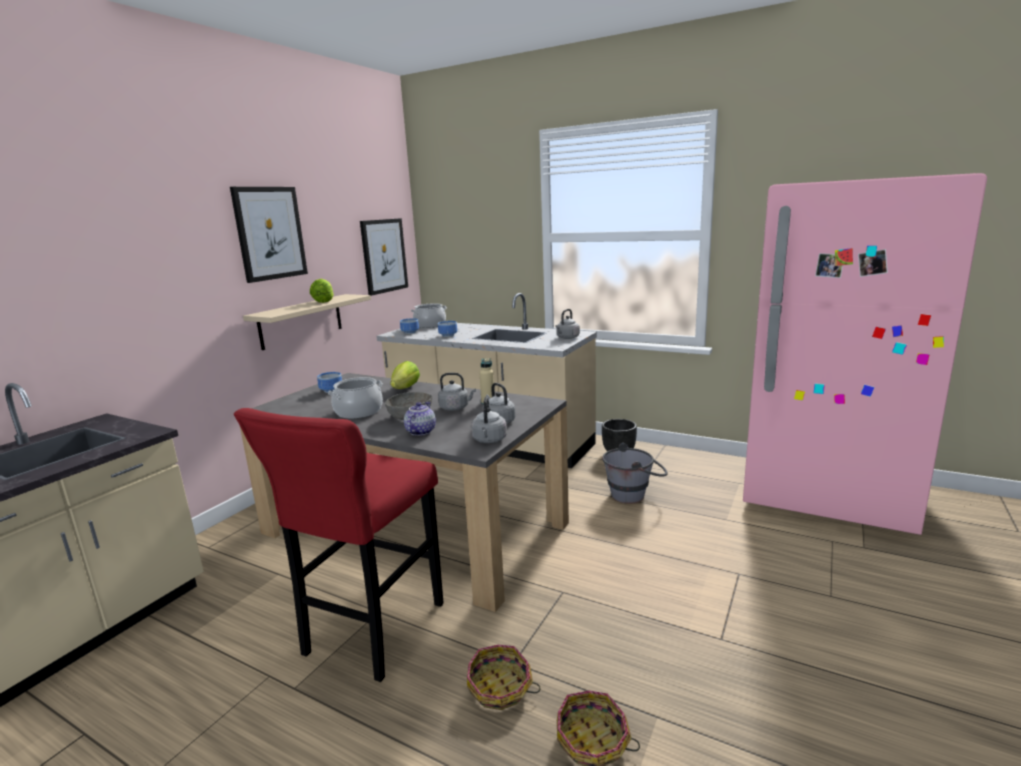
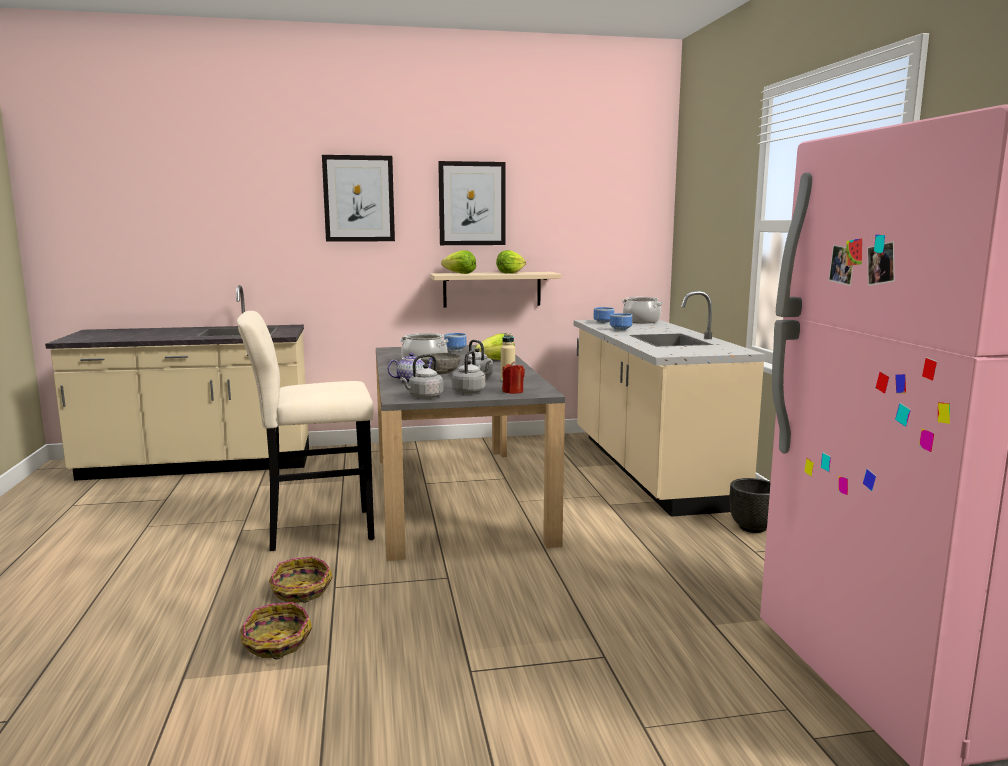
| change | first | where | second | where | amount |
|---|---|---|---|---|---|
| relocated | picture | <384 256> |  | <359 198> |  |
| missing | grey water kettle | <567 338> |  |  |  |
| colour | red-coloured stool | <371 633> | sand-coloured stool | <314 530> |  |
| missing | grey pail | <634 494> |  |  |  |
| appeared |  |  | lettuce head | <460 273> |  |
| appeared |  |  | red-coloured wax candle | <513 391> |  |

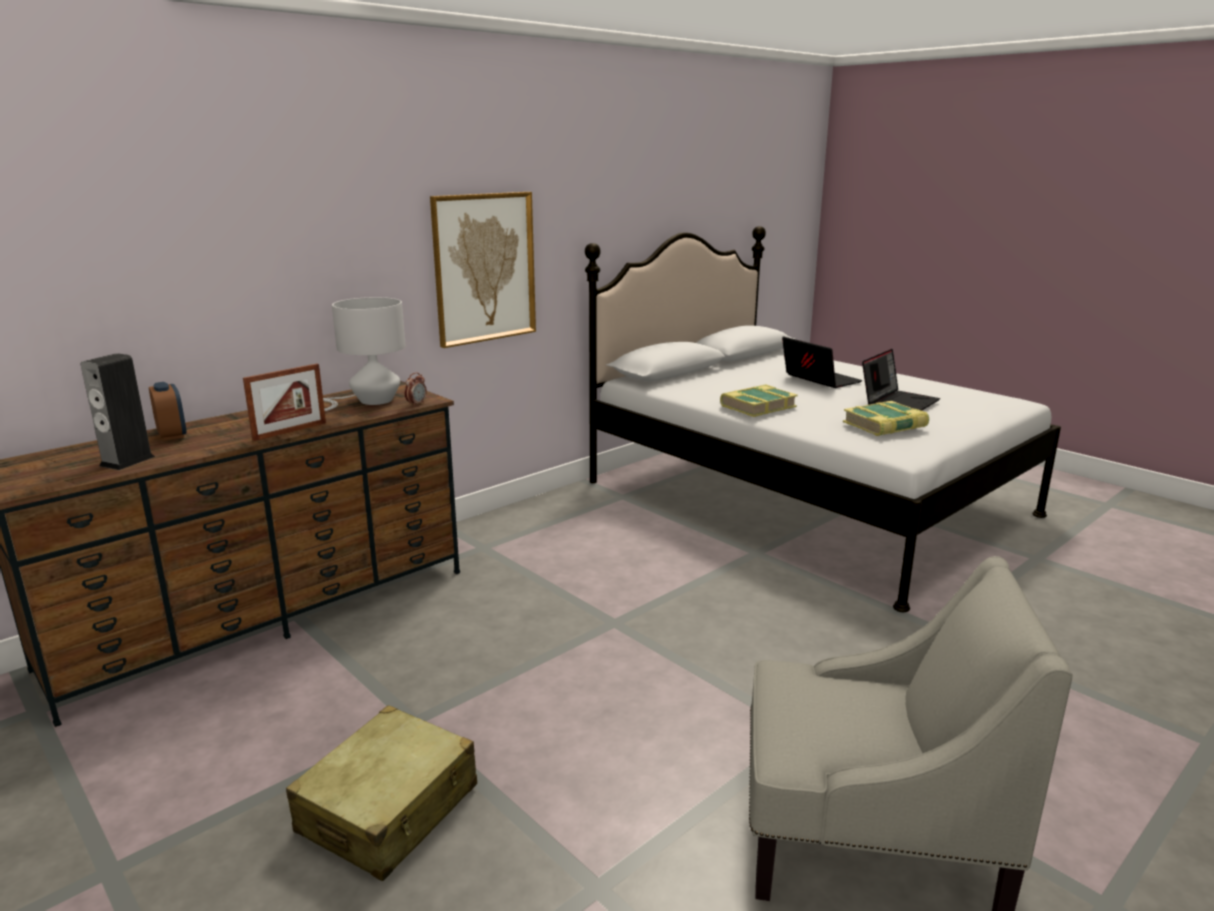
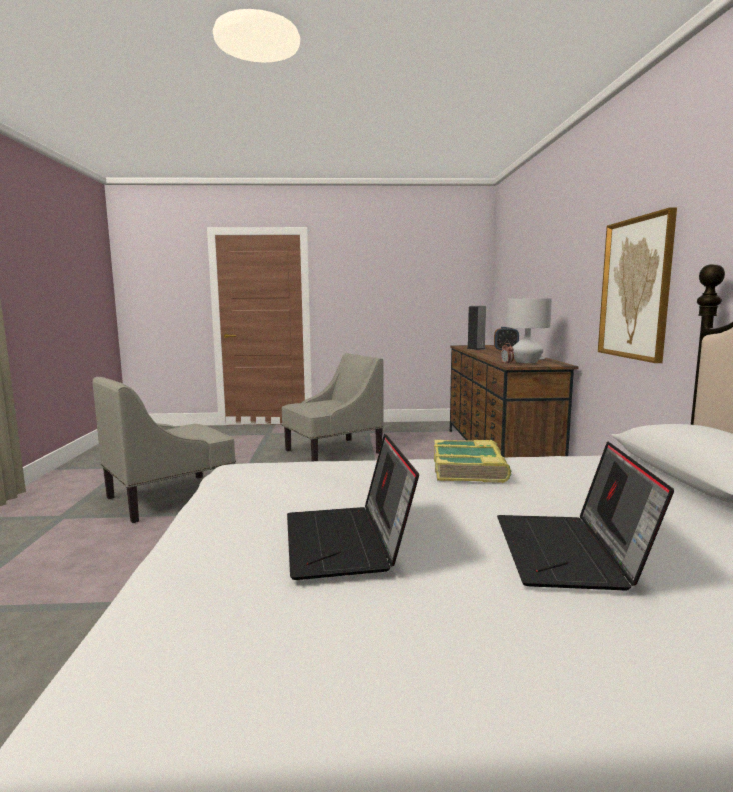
| change | first | where | second | where | amount |
|---|---|---|---|---|---|
| spun | notebook computer | <818 379> |  | <570 553> | 90 degrees clockwise |
| missing | standing frame | <290 431> |  |  |  |
| missing | bound book | <885 425> |  |  |  |
| exchanged | sand-coloured piece of luggage | <389 809> | grey lounge chair | <332 452> |  |

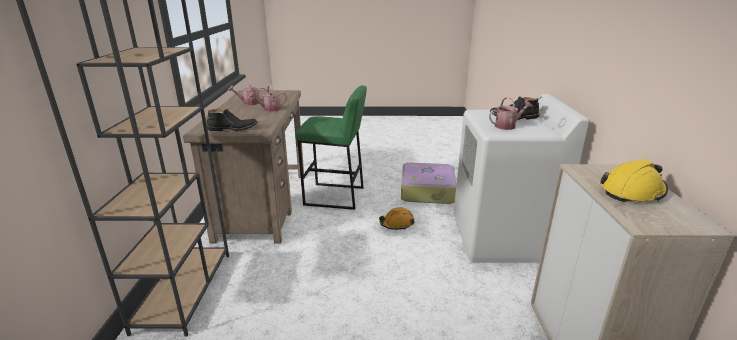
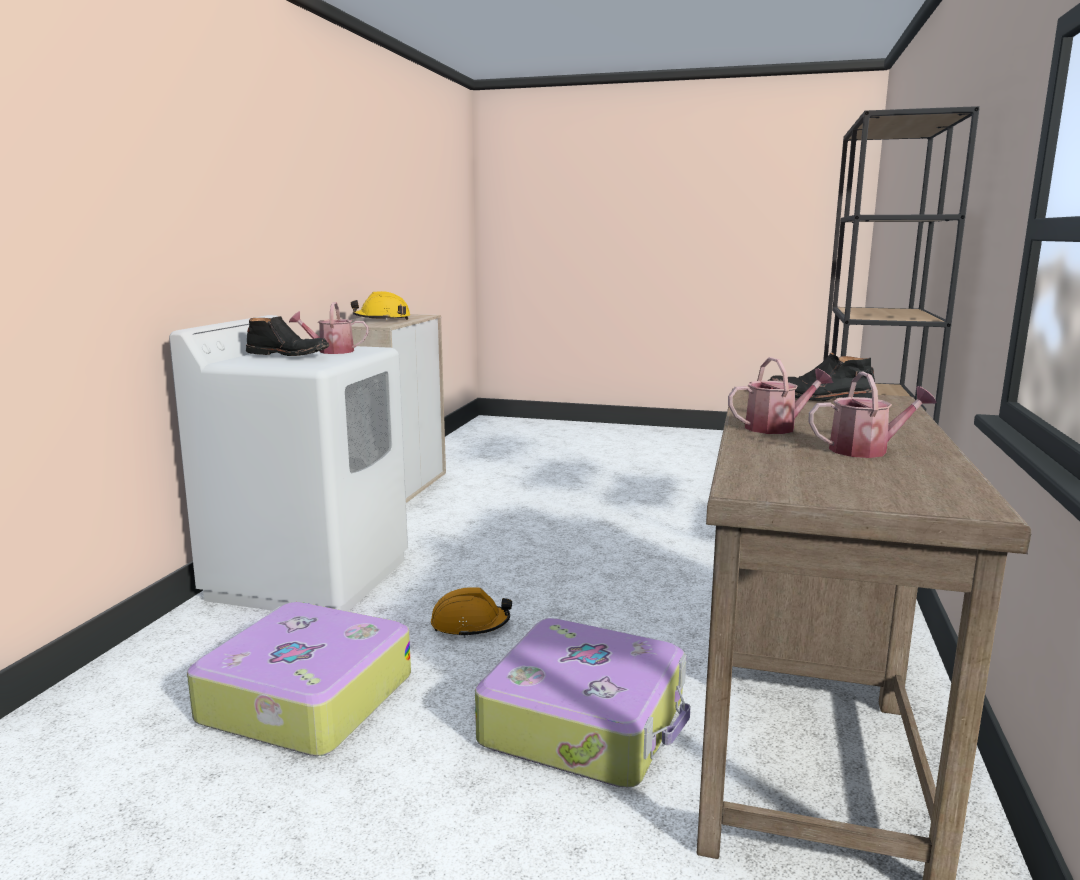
| change | first | where | second | where | amount |
|---|---|---|---|---|---|
| exchanged | greenish stool | <335 196> | piece of luggage | <586 722> |  |

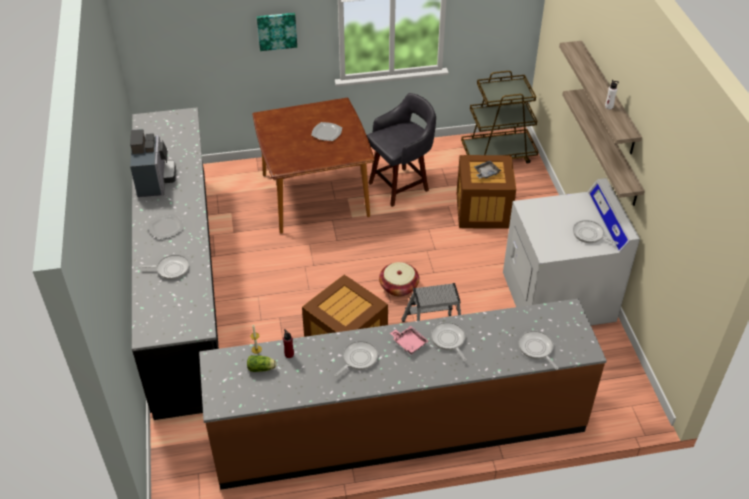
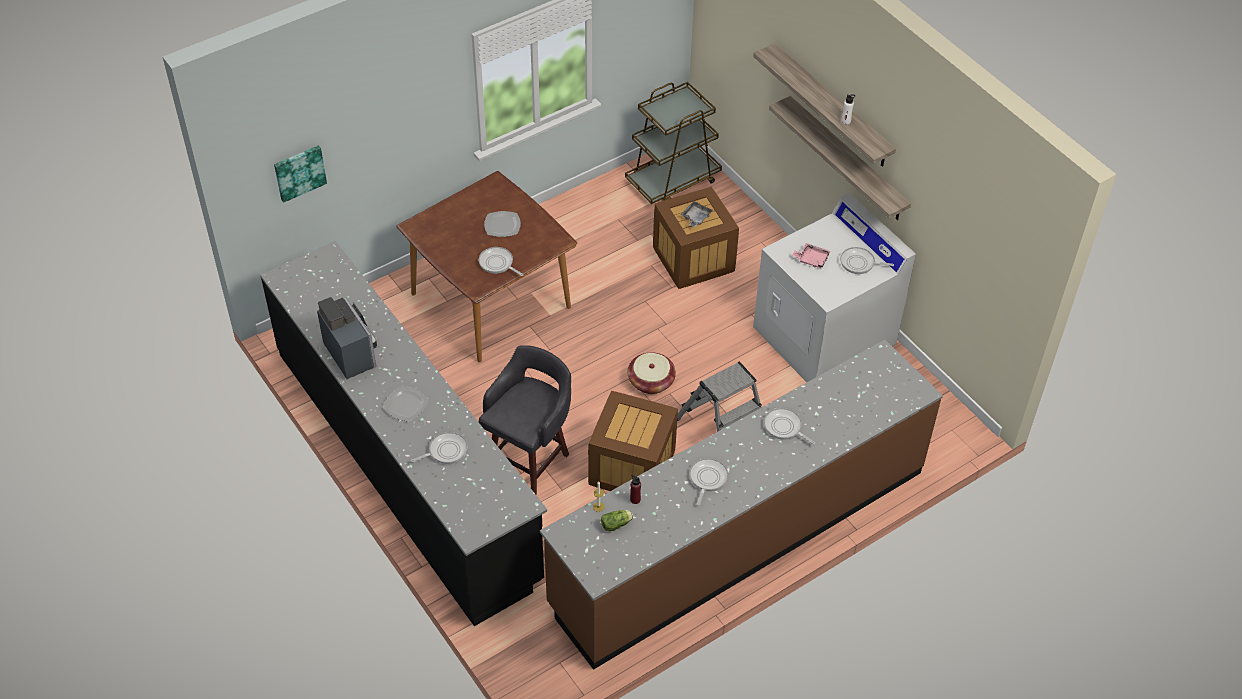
| change | first | where | second | where | amount |
|---|---|---|---|---|---|
| relocated | picture | <277 31> |  | <299 172> |  |
| relocated | grey stool | <401 186> |  | <530 460> |  |
| relocated | pink carrying tray | <409 343> |  | <811 259> |  |
| relocated | frying pan | <536 349> |  | <497 263> |  |

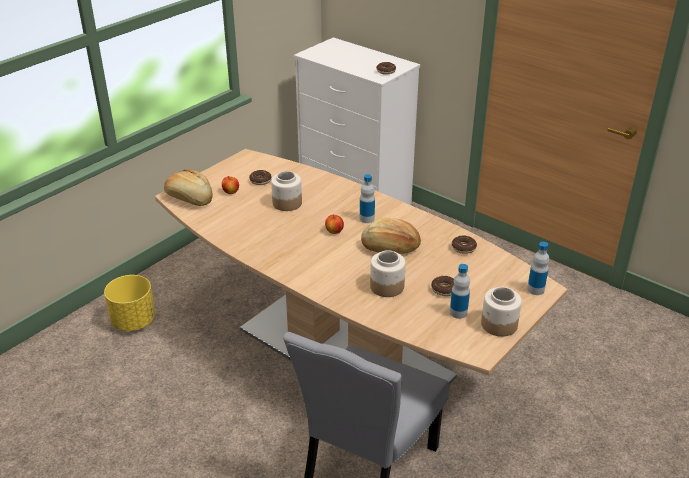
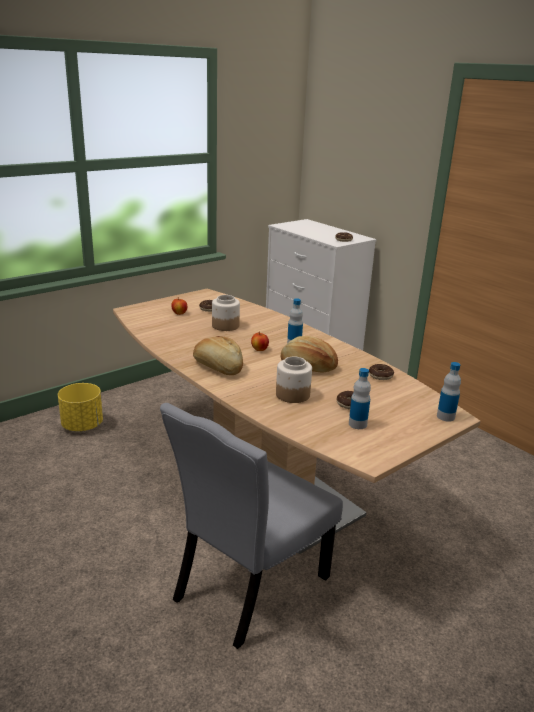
| change | first | where | second | where | amount |
|---|---|---|---|---|---|
| relocated | bakery bread | <189 198> |  | <218 367> |  |
| missing | preserve jar | <499 325> |  |  |  |

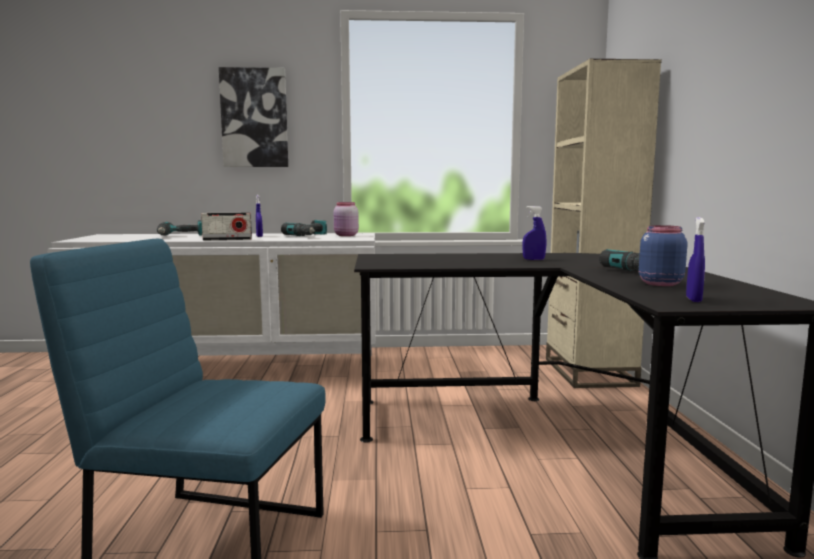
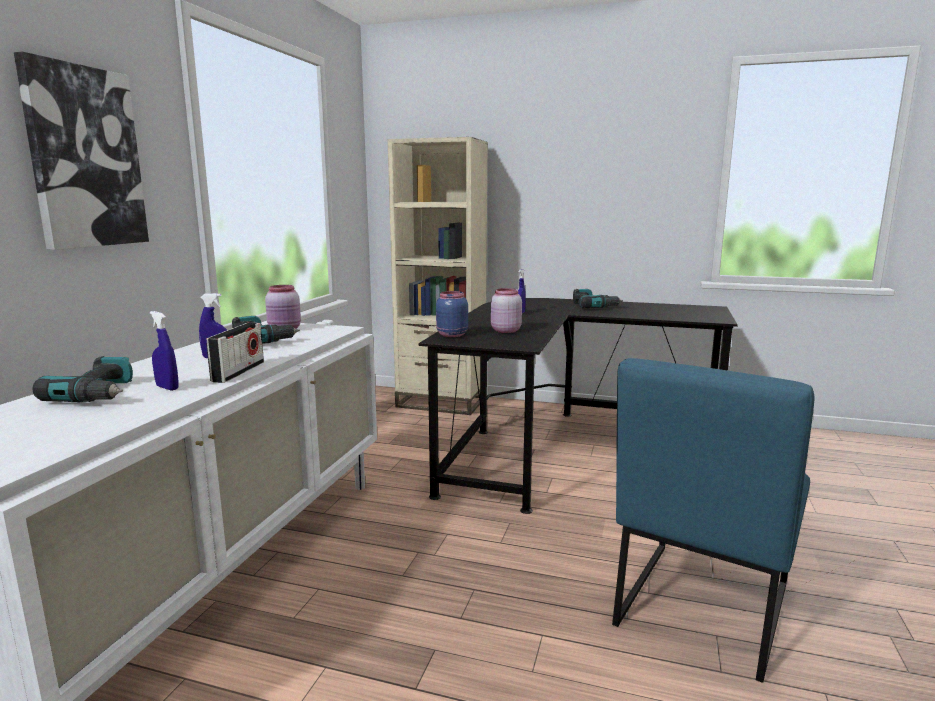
| change | first | where | second | where | amount |
|---|---|---|---|---|---|
| relocated | blue-coloured spray bottle | <693 299> |  | <167 388> |  |
| relocated | blue-coloured preserve jar | <659 283> |  | <451 335> |  |
| appeared |  |  | pink preserve jar | <505 331> |  |

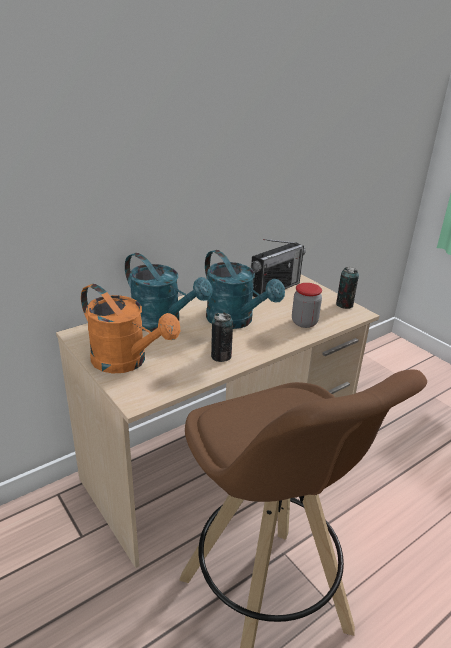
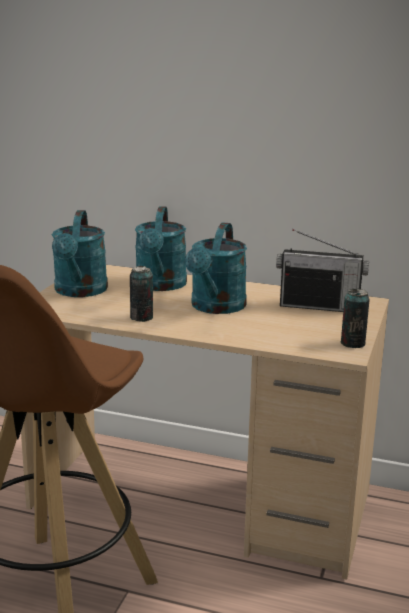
| change | first | where | second | where | amount |
|---|---|---|---|---|---|
| missing | preserve jar | <304 322> |  |  |  |
| colour | orange-coloured watering pot | <127 362> | blue-green watering pot | <79 292> |  |

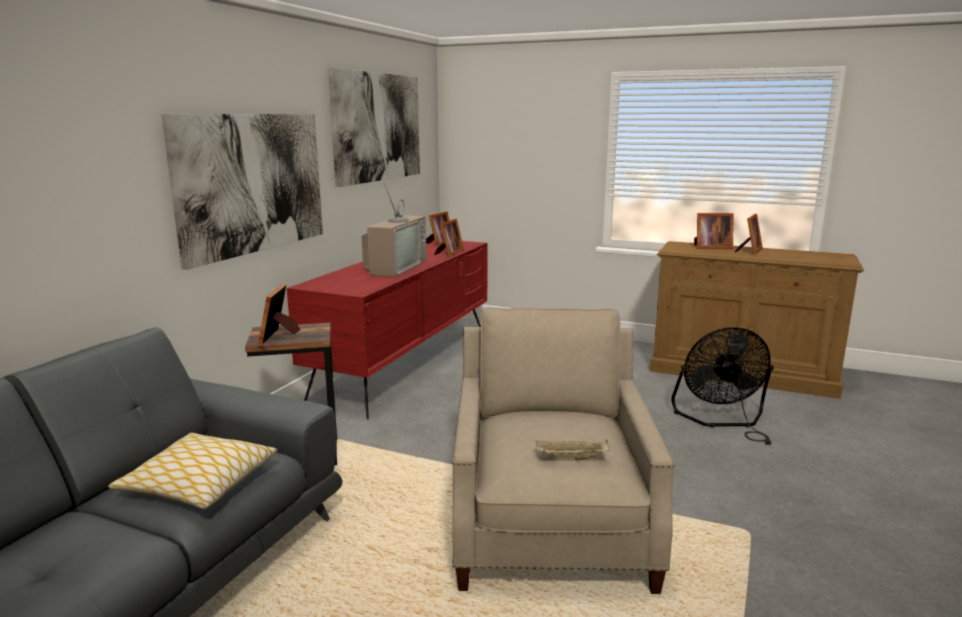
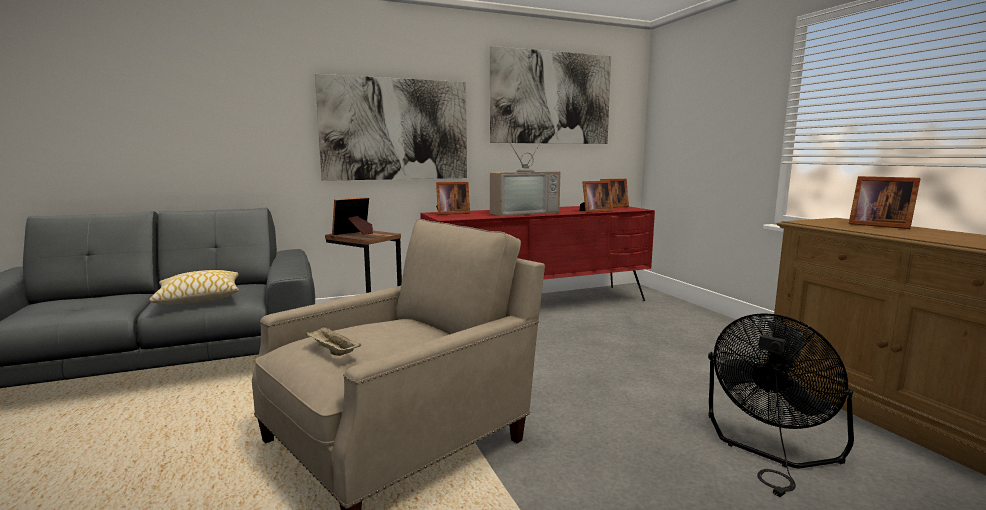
| change | first | where | second | where | amount |
|---|---|---|---|---|---|
| relocated | standing frame | <749 251> |  | <451 213> |  |

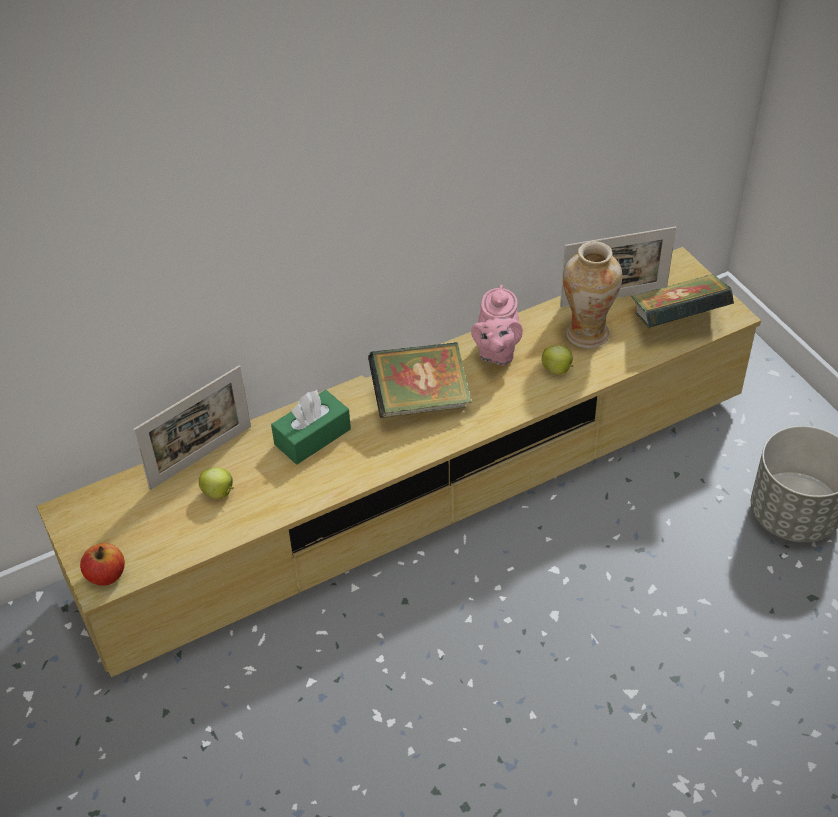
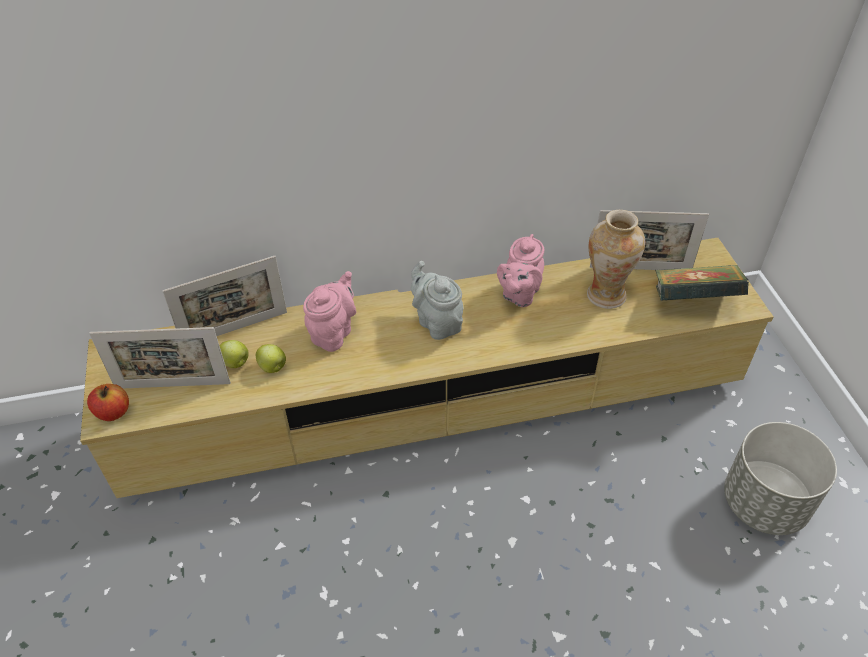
| change | first | where | second | where | amount |
|---|---|---|---|---|---|
| exchanged | bound book | <420 401> | grey teapot | <437 322> |  |
| relocated | apple | <557 370> |  | <273 368> |  |
| exchanged | greenish box of tissues | <312 437> | pink teapot | <333 332> |  |
| appeared |  |  | standing frame | <173 385> |  |

